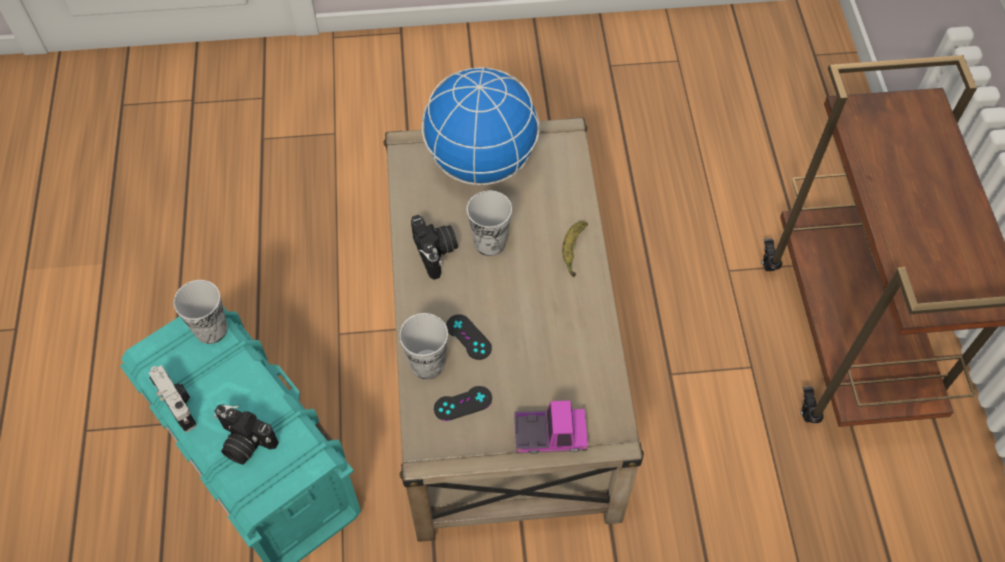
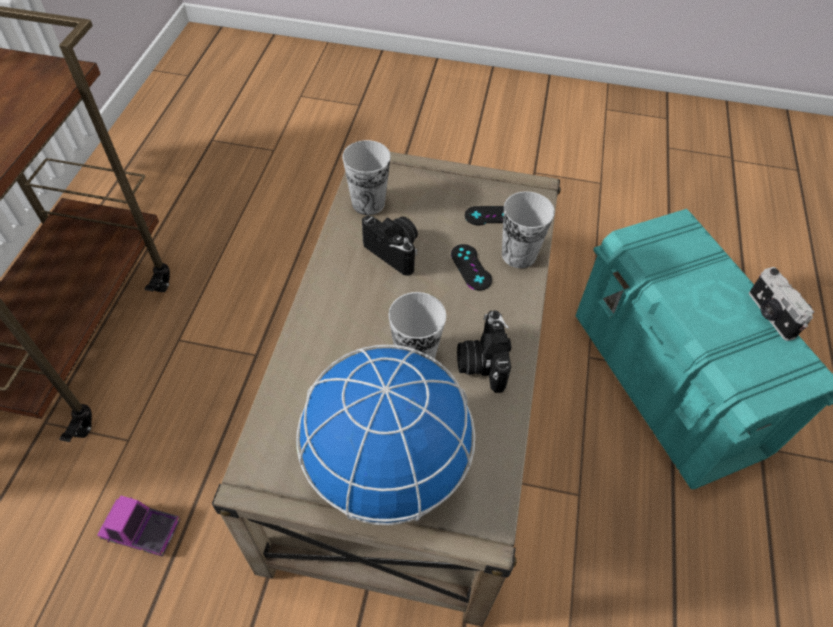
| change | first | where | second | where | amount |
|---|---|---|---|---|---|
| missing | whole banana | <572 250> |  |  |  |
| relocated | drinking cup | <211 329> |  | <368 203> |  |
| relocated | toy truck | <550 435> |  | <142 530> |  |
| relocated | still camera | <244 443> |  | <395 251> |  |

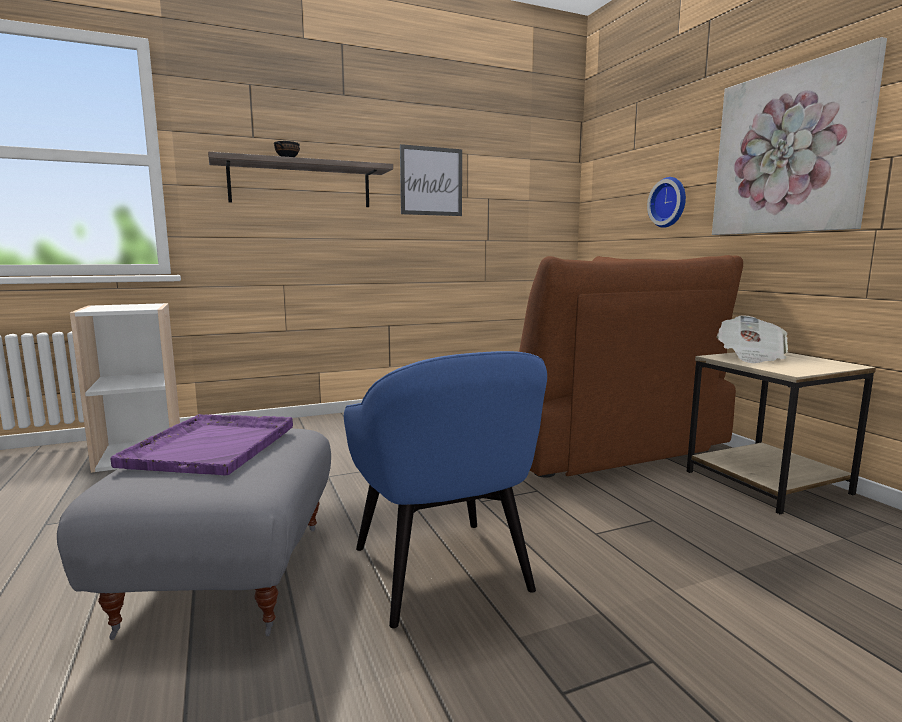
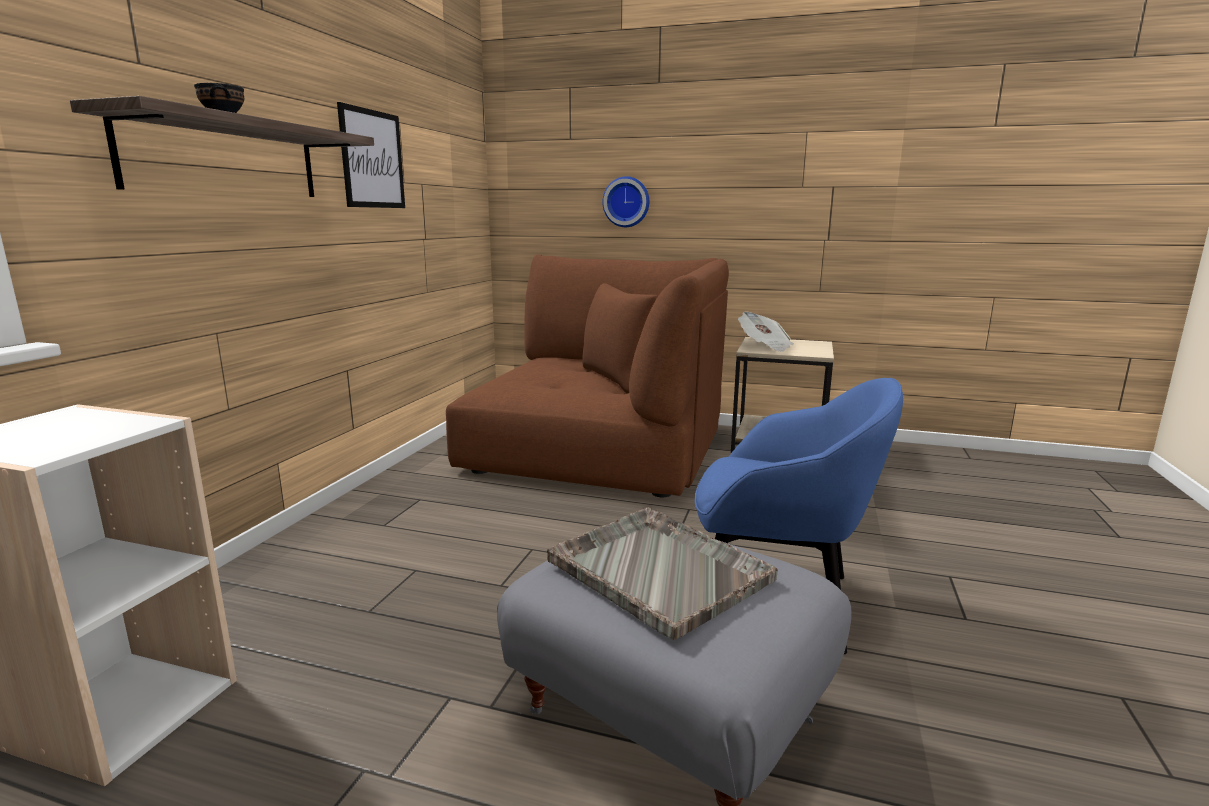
| change | first | where | second | where | amount |
|---|---|---|---|---|---|
| missing | picture | <788 151> |  |  |  |
| colour | purple-coloured carrying tray | <213 445> | grey carrying tray | <657 569> |  |

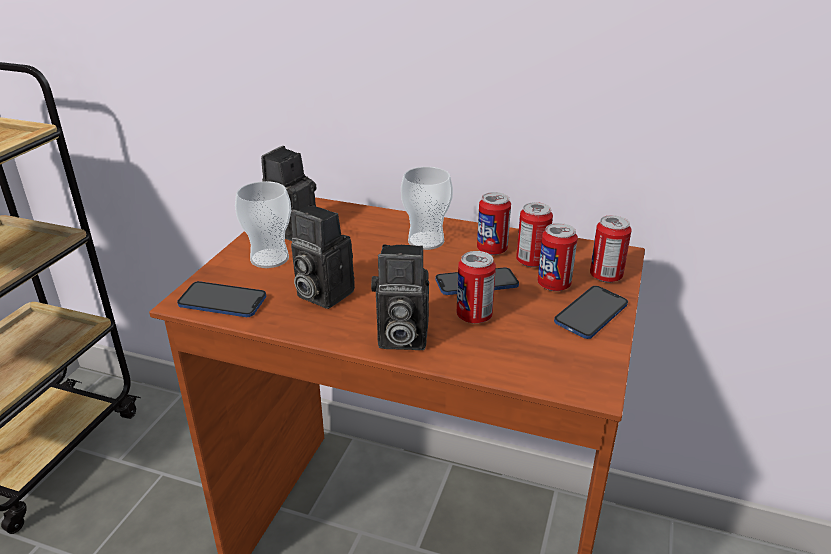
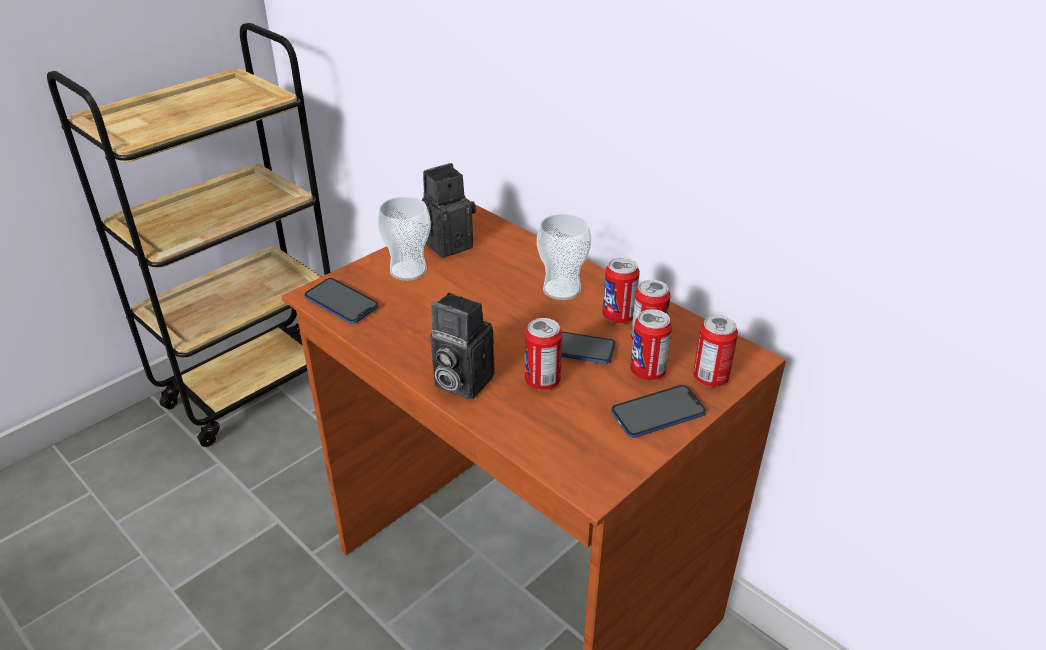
| change | first | where | second | where | amount |
|---|---|---|---|---|---|
| missing | still camera | <321 294> |  |  |  |

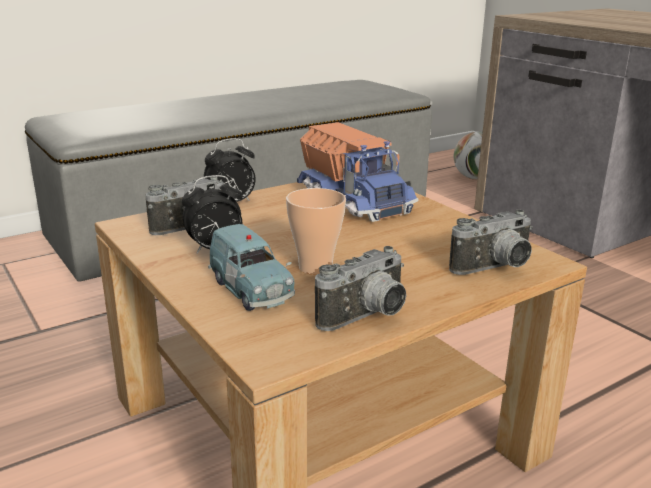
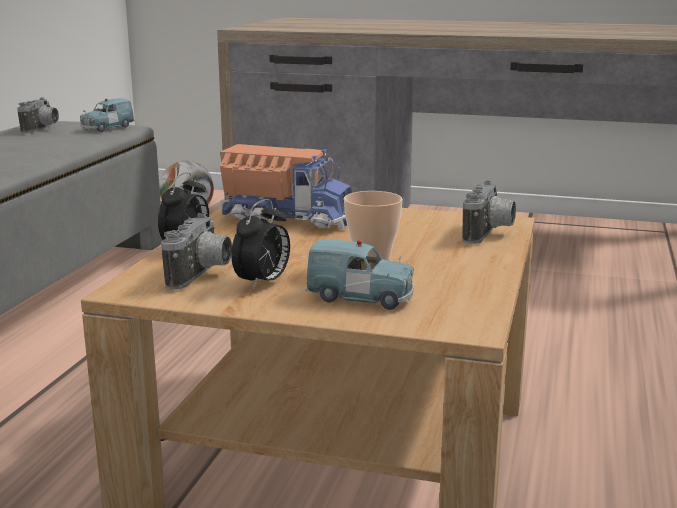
| change | first | where | second | where | amount |
|---|---|---|---|---|---|
| relocated | still camera | <368 318> |  | <42 129> |  |
| appeared |  |  | blue-coloured model car | <107 128> |  |

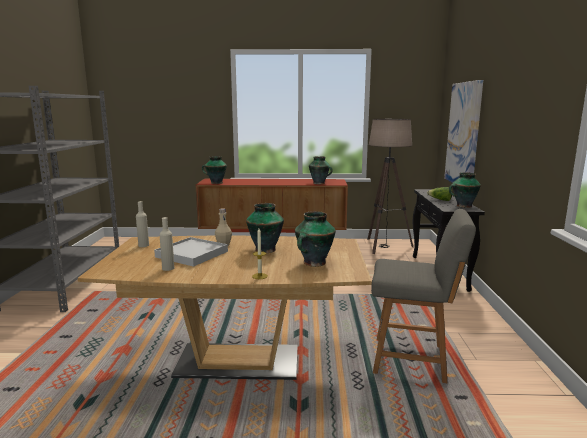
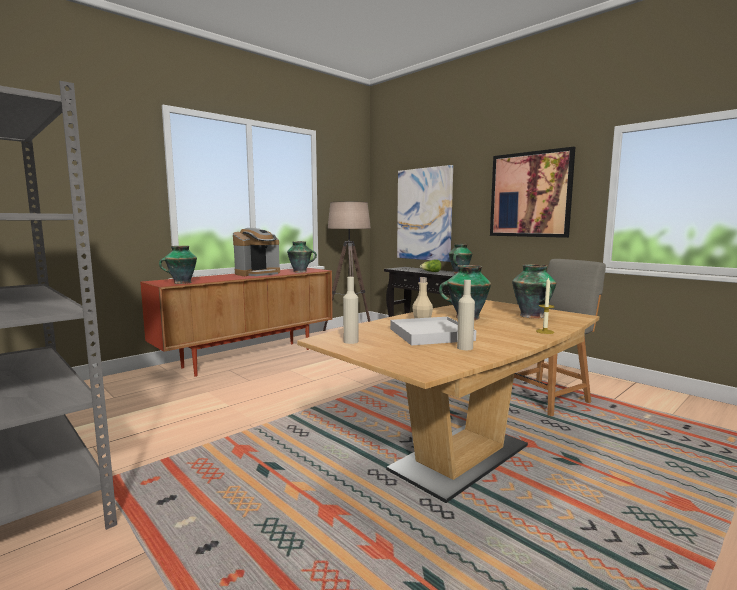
| change | first | where | second | where | amount |
|---|---|---|---|---|---|
| appeared |  |  | picture | <530 194> |  |
| appeared |  |  | coffee brewer | <258 274> |  |

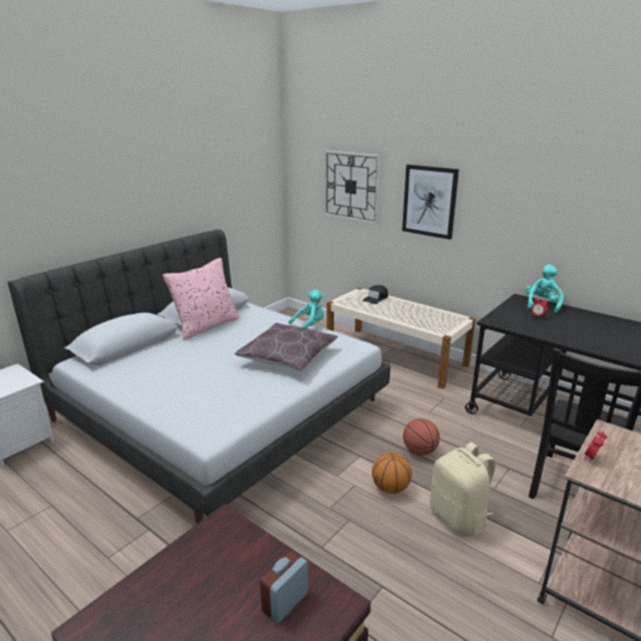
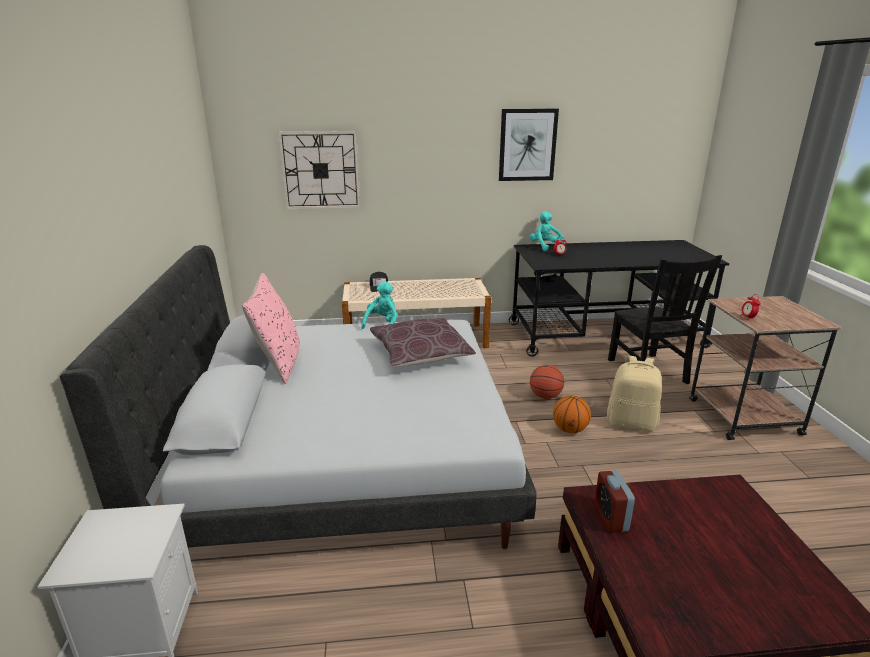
| change | first | where | second | where | amount |
|---|---|---|---|---|---|
| relocated | picture | <429 201> |  | <527 145> |  |
| relocated | table clock | <285 602> |  | <610 518> |  |

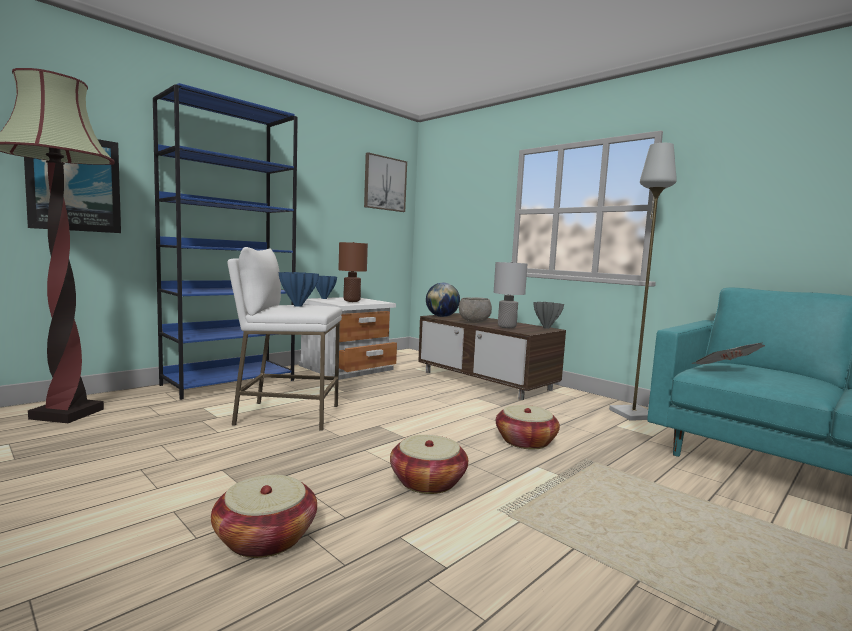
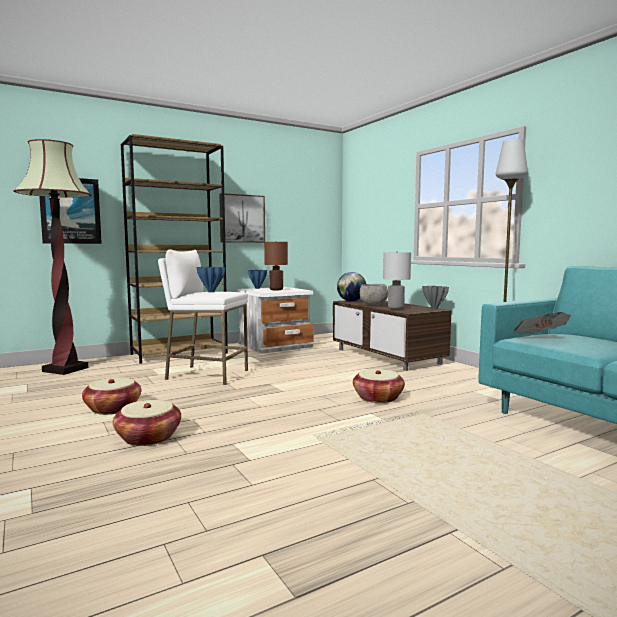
| change | first | where | second | where | amount |
|---|---|---|---|---|---|
| colour | blue-coloured shelving unit | <230 382> | brown shelving unit | <179 353> |  |
| relocated | picture | <385 183> |  | <242 218> |  |
| relocated | household basket | <428 482> |  | <113 409> |  |

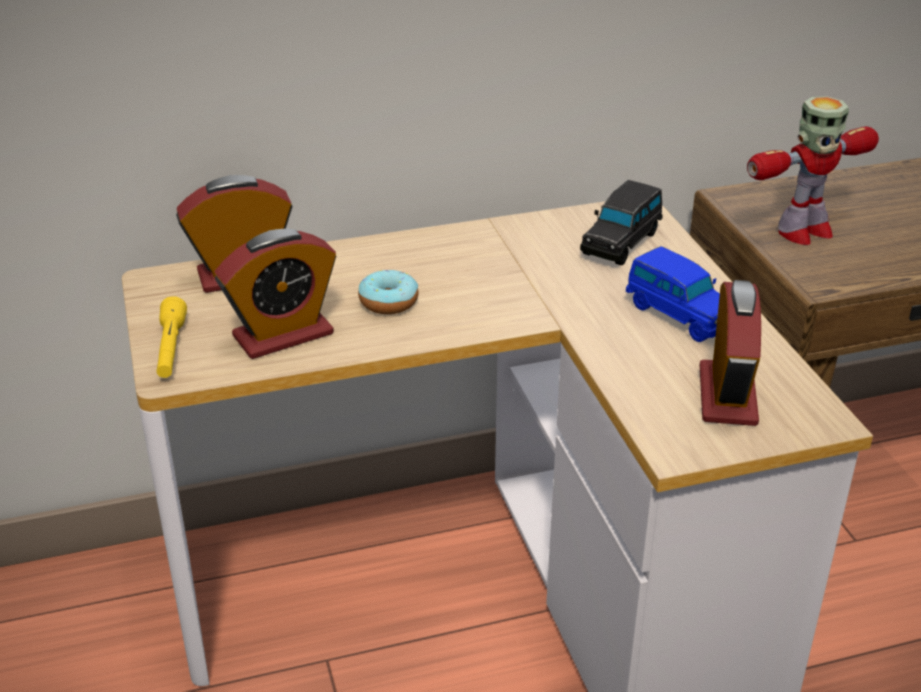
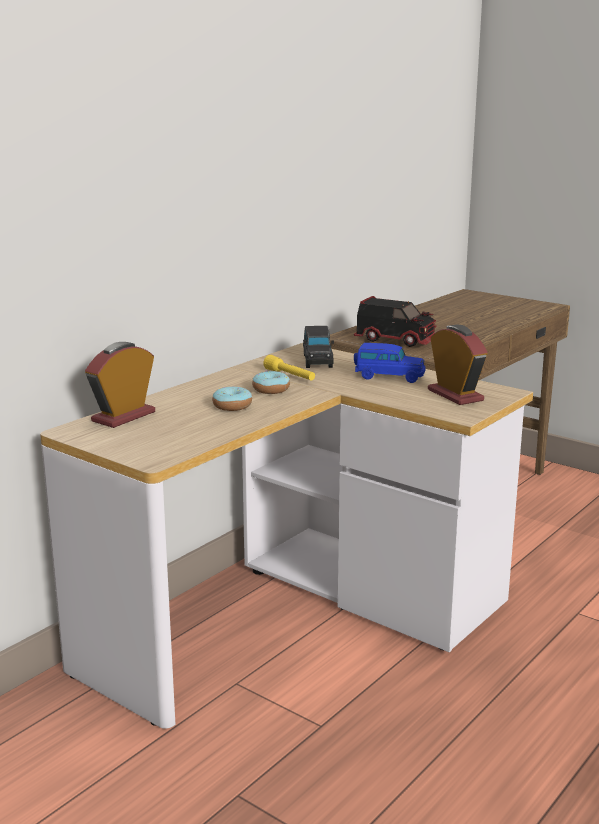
| change | first | where | second | where | amount |
|---|---|---|---|---|---|
| exchanged | toy robot | <803 231> | toy truck | <396 340> |  |
| missing | table clock | <283 335> |  |  |  |
| relocated | yellow torch | <171 349> |  | <290 376> |  |
| appeared |  |  | ring doughnut | <271 389> |  |

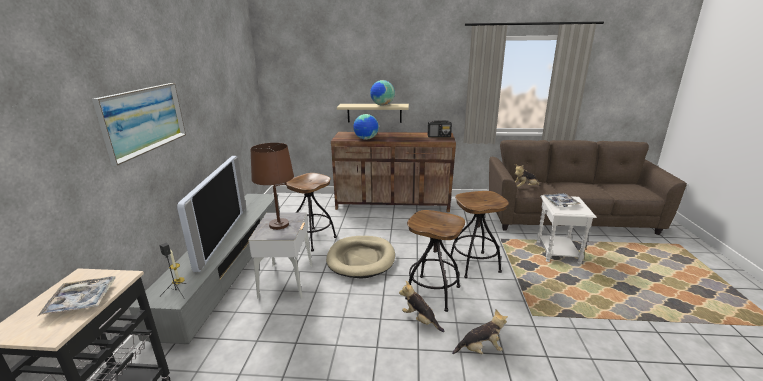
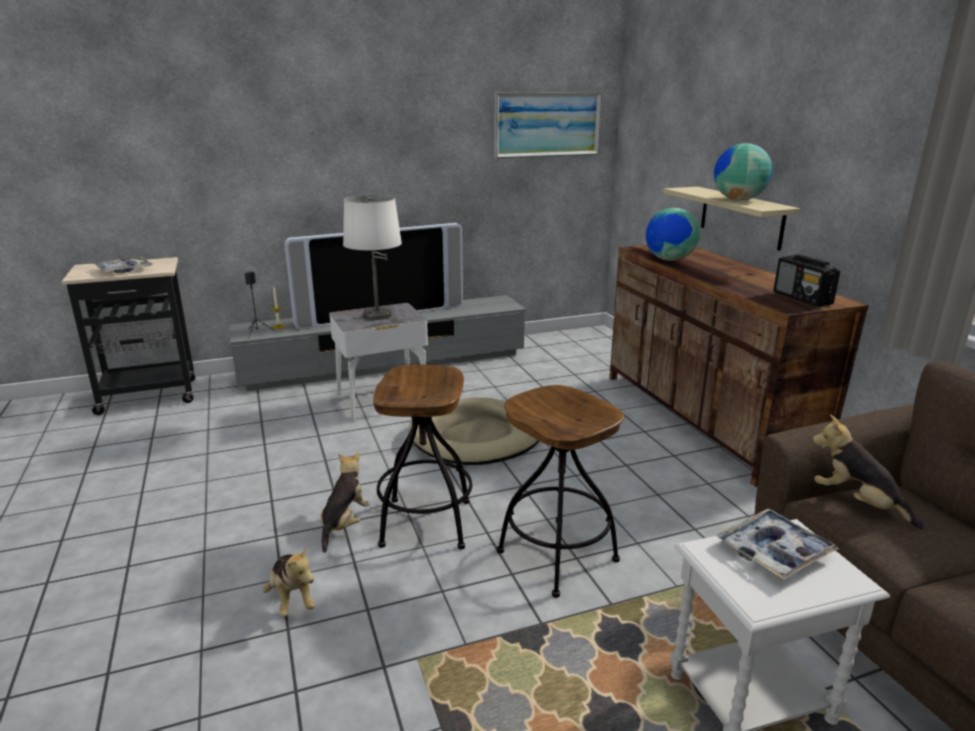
| change | first | where | second | where | amount |
|---|---|---|---|---|---|
| relocated | picture | <144 120> |  | <547 124> |  |
| colour | brown lamp for a table | <279 225> | whitish lamp for a table | <376 315> |  |
| missing | brown stool | <313 239> |  |  |  |

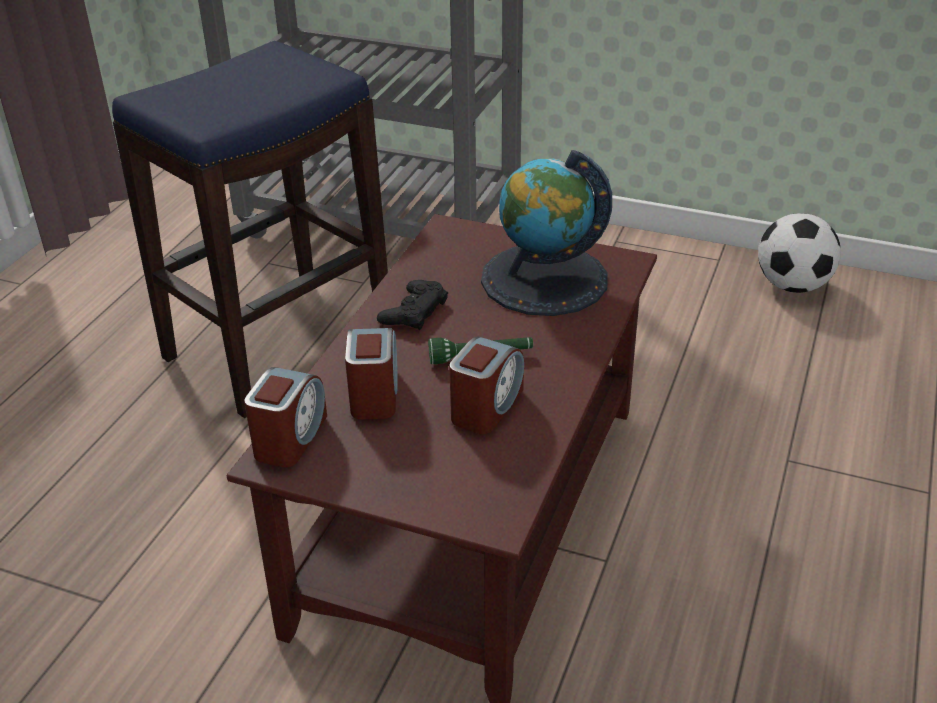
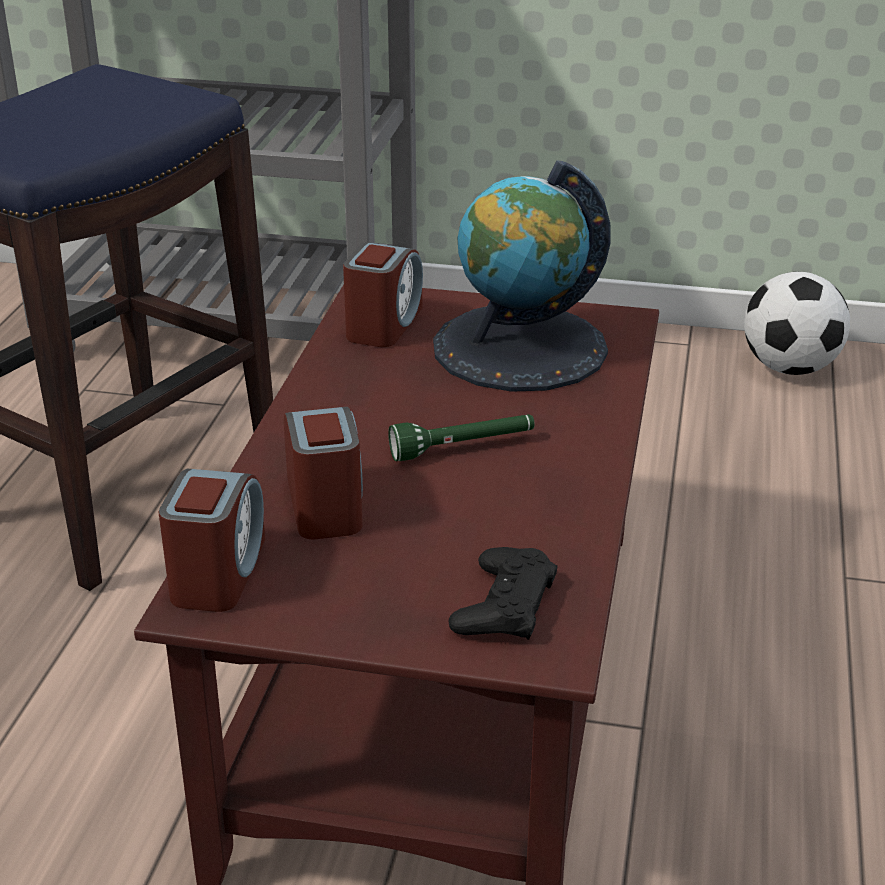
| change | first | where | second | where | amount |
|---|---|---|---|---|---|
| relocated | black-coloured game controller | <413 311> |  | <504 605> |  |
| relocated | table clock | <486 406> |  | <384 324> |  |

